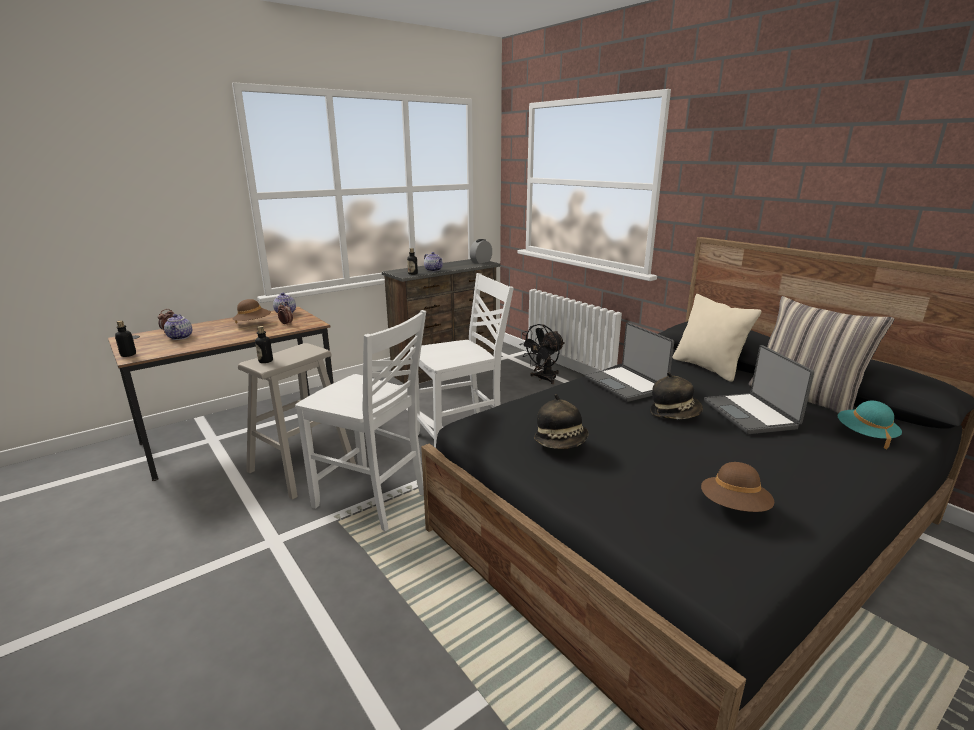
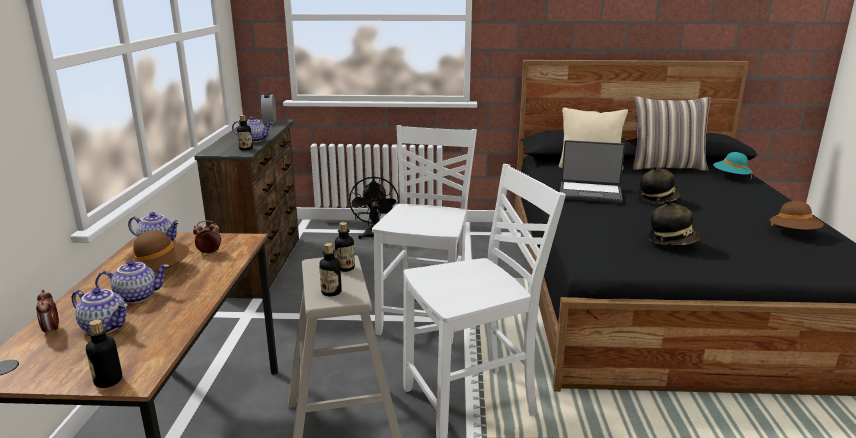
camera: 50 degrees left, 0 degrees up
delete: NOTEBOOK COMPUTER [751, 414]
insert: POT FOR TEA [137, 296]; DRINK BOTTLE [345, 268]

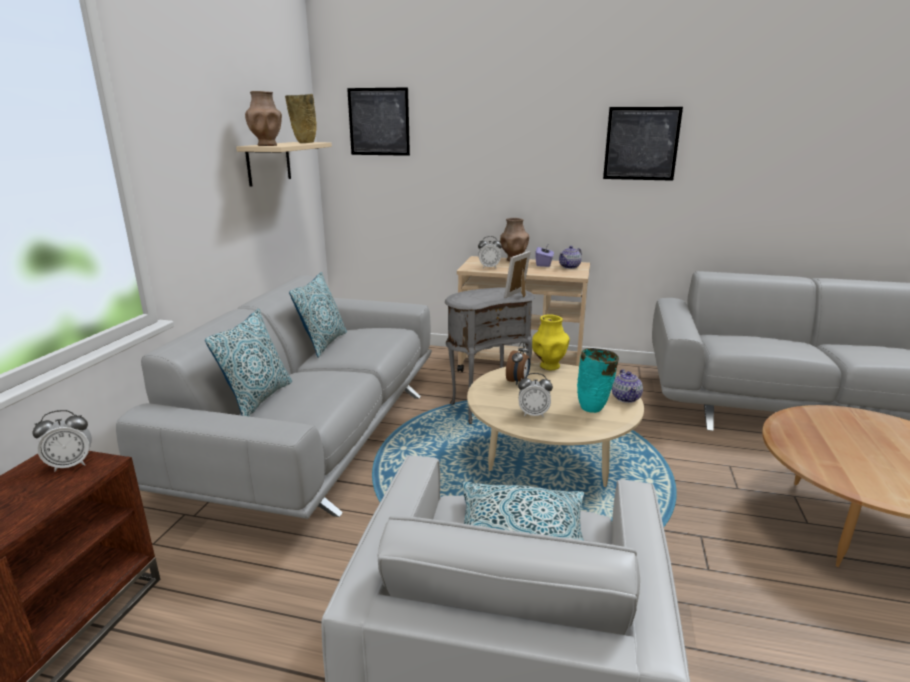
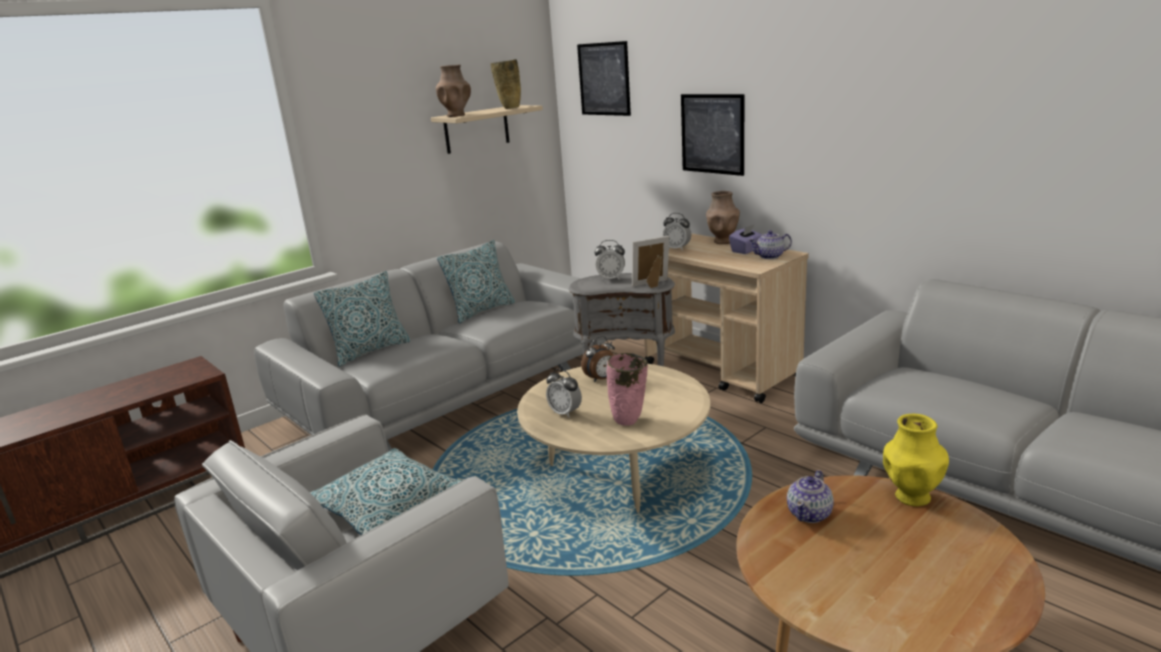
camera: 35 degrees right, 0 degrees up
move: TABLE CLOCK [71, 464] to [611, 278]; YELLOW-COLOURED FLOWER VASE [549, 366] to [911, 497]; WALL PICTURE [641, 144] to [712, 134]; POT FOR TEA [626, 398] to [810, 514]
recolor: TURQUOISE FLOWER VASE [594, 409] to PINKISH FLOWER VASE [629, 422]

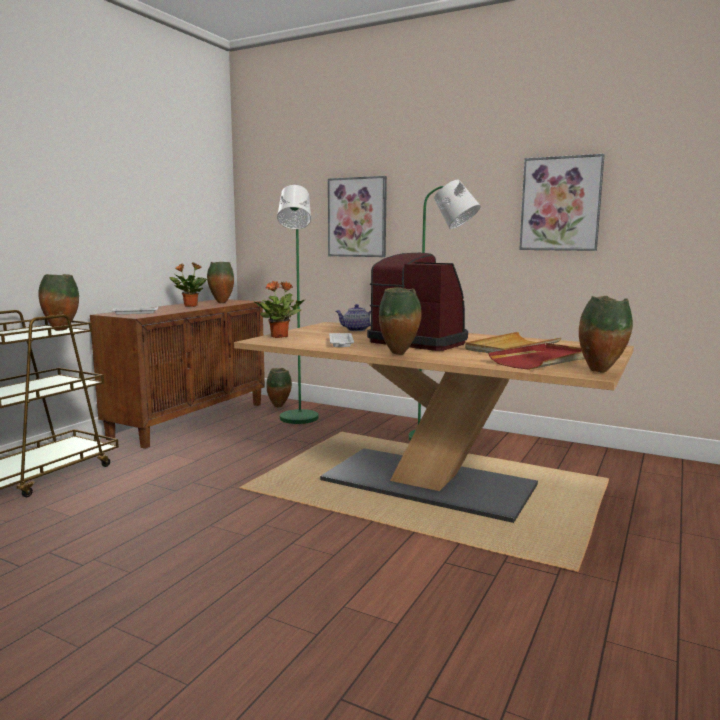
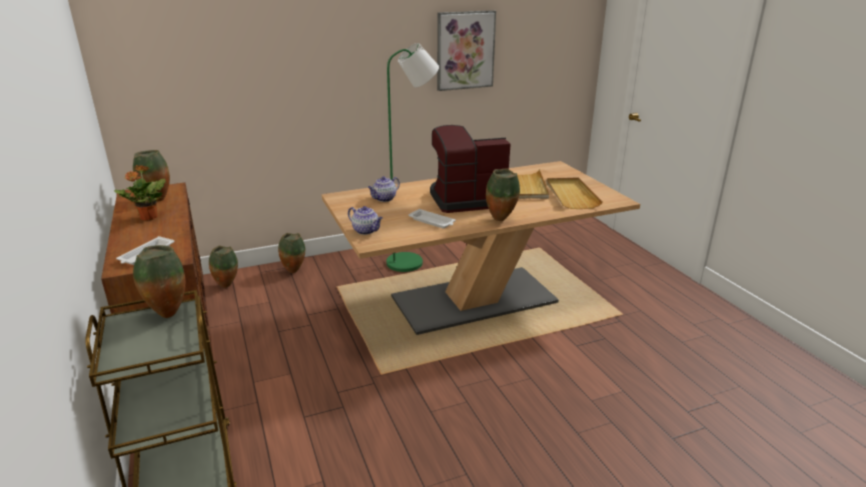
camera: 50 degrees left, 15 degrees up
delete: GREENISH STANDARD LAMP [298, 420]; WALL PICTURE [357, 217]
move: FLOWER VASE [601, 372] to [294, 271]
replace: HOUSEPLANT [280, 336] to POT FOR TEA [366, 231]
recolor: RED-COLOURED SERVING TRAY [542, 360] to BEIGE-COLOURED SERVING TRAY [571, 195]

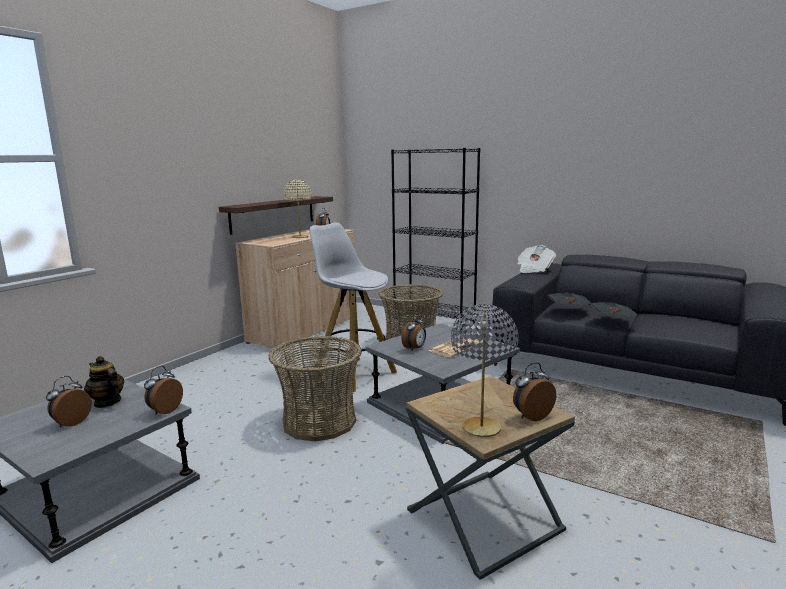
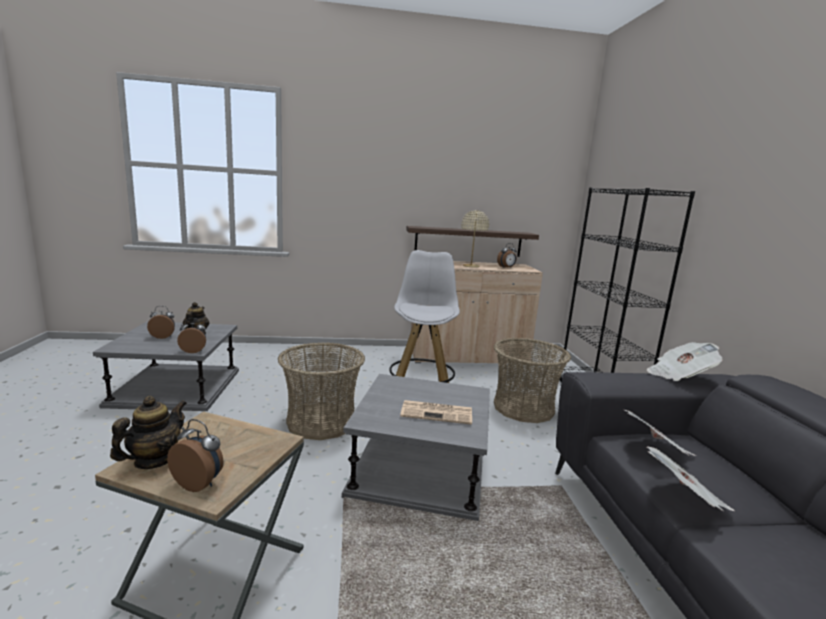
camera: 50 degrees right, 0 degrees up
delete: TABLE CLOCK [415, 348]
replace: GREYISH TABLETOP LAMP [481, 429] to POT FOR TEA [153, 460]

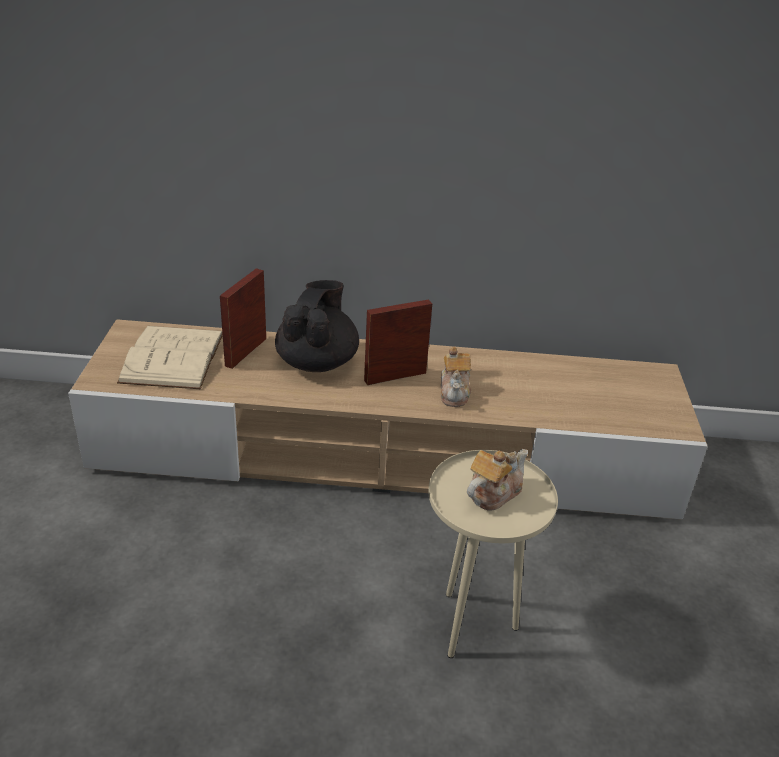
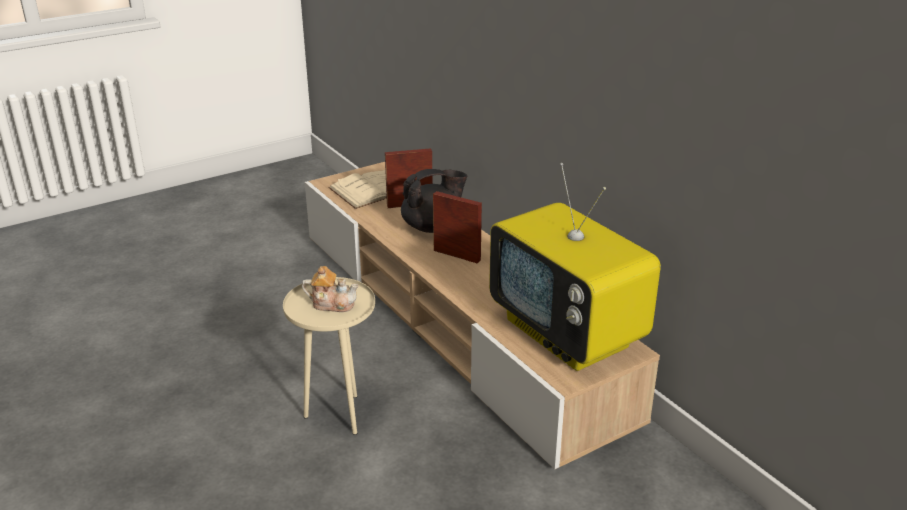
camera: 55 degrees right, 5 degrees down
delete: POT FOR TEA [454, 392]
insert: TV SET [568, 334]

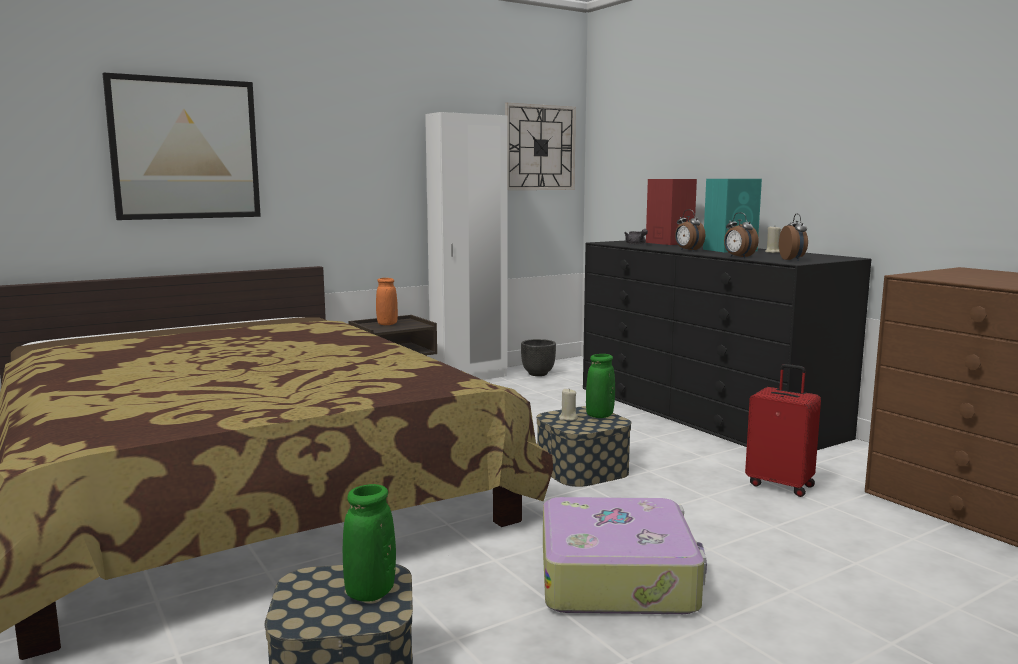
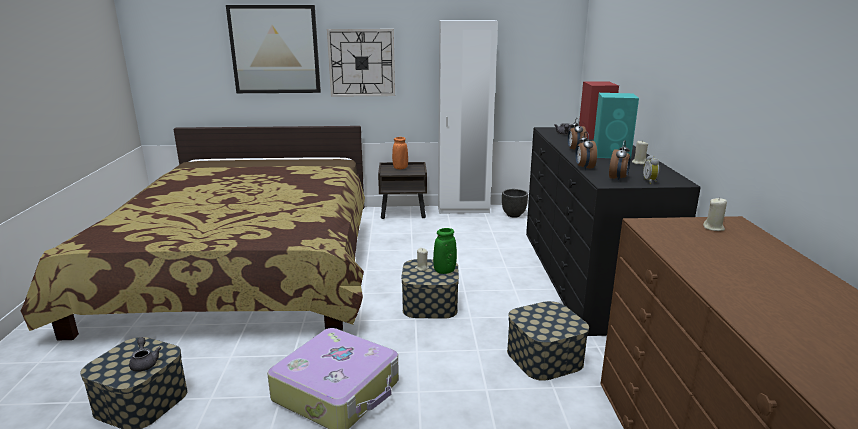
camera: 30 degrees right, 10 degrees up
insert: TABLE CLOCK [650, 181]; BEIGE-COLOURED CANDLE [713, 228]
move: CLOCK ON THE WALL [539, 147] to [361, 63]
replace: GREENISH FLOWER VASE [370, 593] to GREYISH POT FOR TEA [144, 363]; RED-COLOURED PIECE OF LUGGAGE [780, 485] to STORAGE CONTAINER [544, 357]

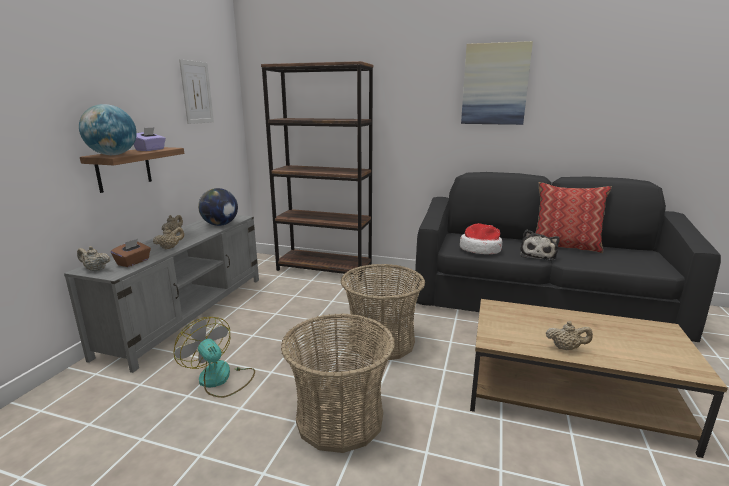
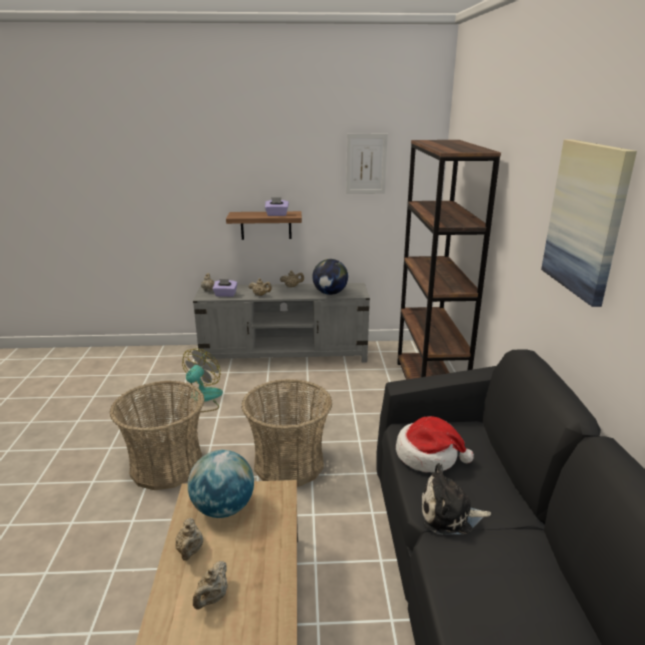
camera: 70 degrees right, 5 degrees up
delete: THROW PILLOW [565, 246]
insert: BEIGE-COLOURED POT FOR TEA [212, 598]
move: WORLD GLOBE [113, 155] to [223, 508]
recolor: BROWNISH TISSUE BOX [133, 262] to PURPLISH TISSUE BOX [225, 295]

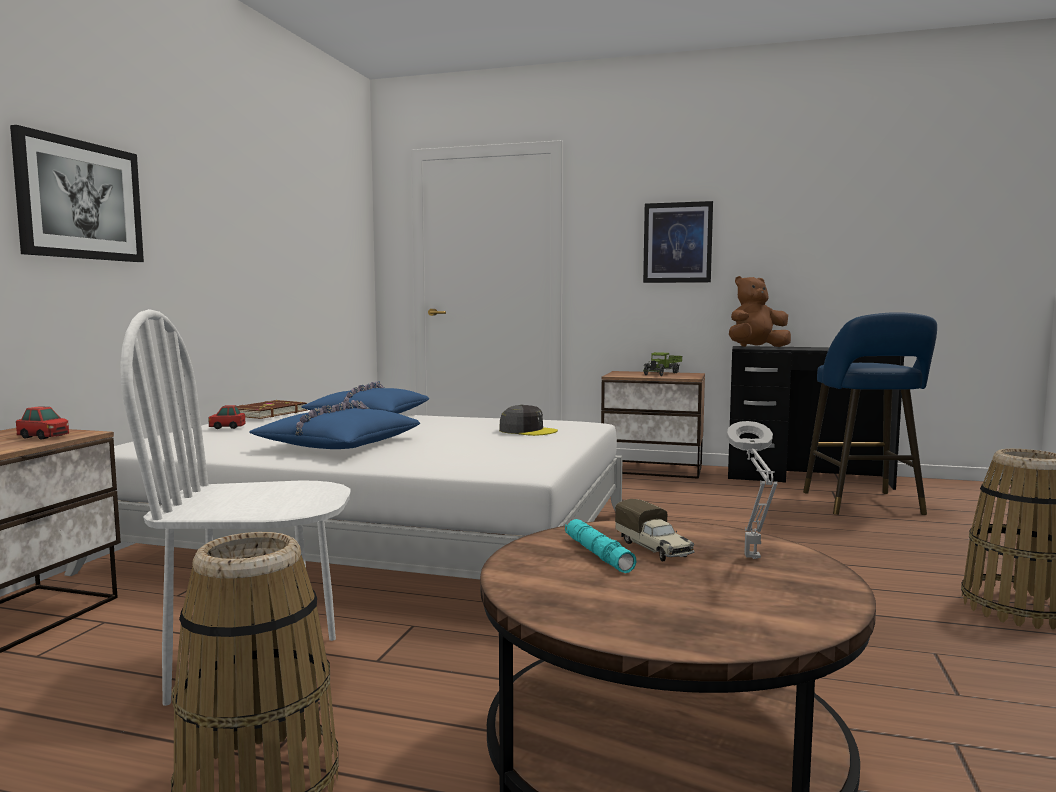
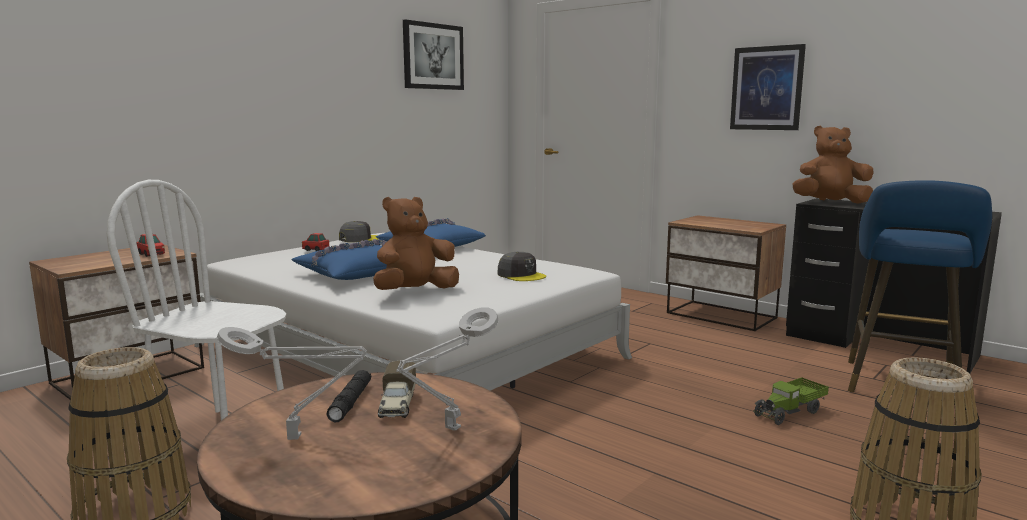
camera: 25 degrees right, 5 degrees up
insert: GREYISH TABLETOP LAMP [299, 438]; BROWNISH CUDDLY TOY [415, 292]
move: WALL PICTURE [80, 200] to [433, 56]; TOY LORRY [662, 373] to [790, 412]
replace: BROWNISH VOLUME [267, 413] to GREYISH PEAKED CAP [359, 239]
recolor: TURQUOISE HAND TORCH [598, 554] to BLACKISH HAND TORCH [350, 402]

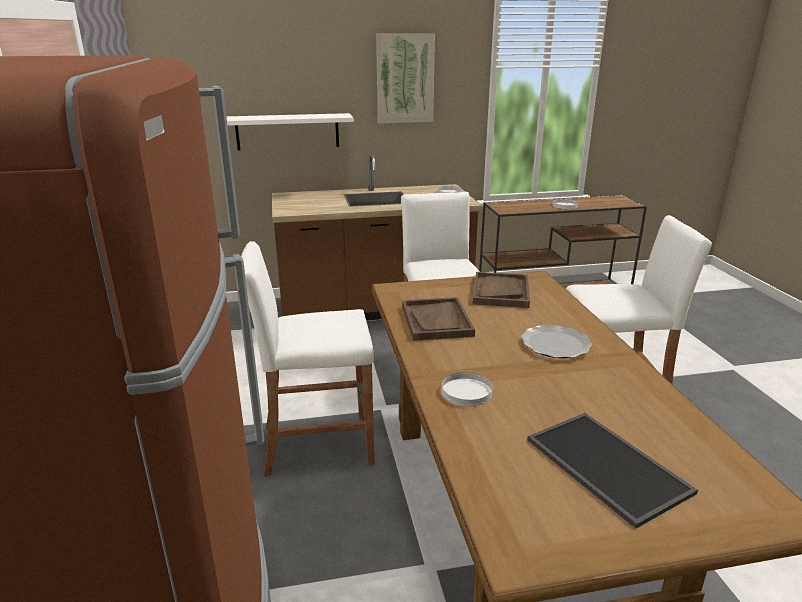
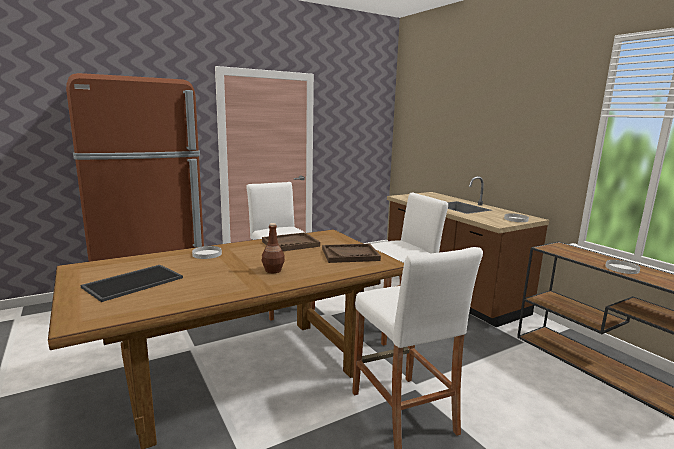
camera: 70 degrees right, 10 degrees down
delete: WHITE SHELF [287, 131]; WALL PICTURE [405, 79]
replace: DINNER PLATE [556, 344] to BROWNISH DRINK BOTTLE [273, 270]

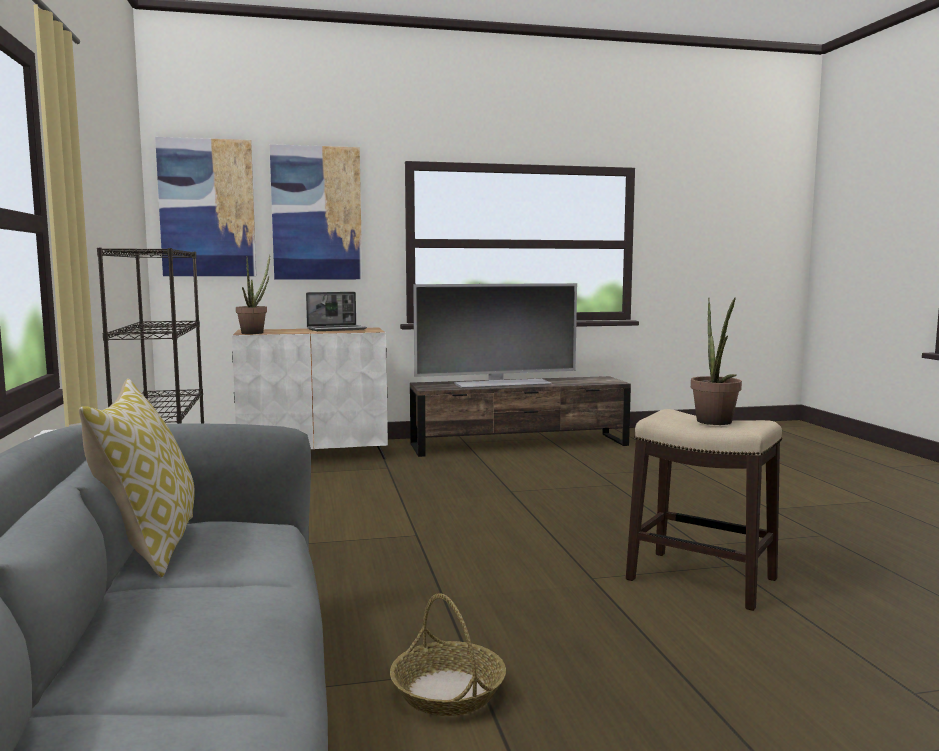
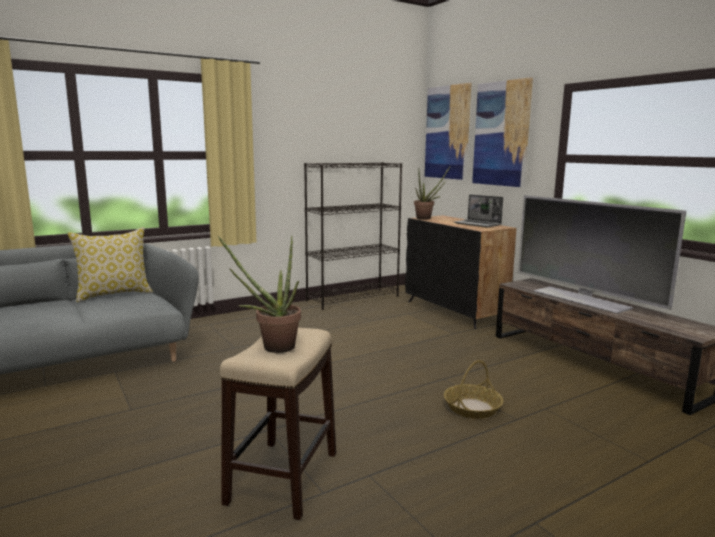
camera: 70 degrees right, 5 degrees up
move: STORAGE BASKET [447, 691] to [472, 408]
recolor: WHITE CUPBOARD [314, 455] to BLACKISH CUPBOARD [455, 311]

